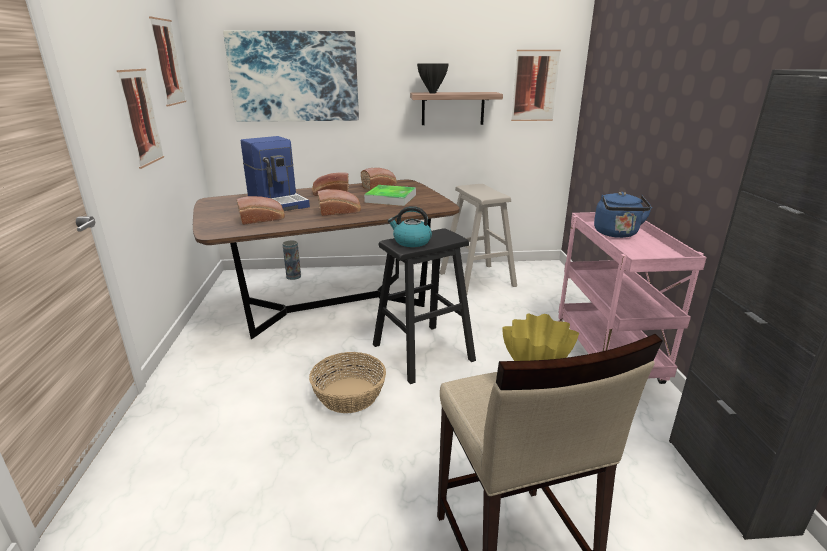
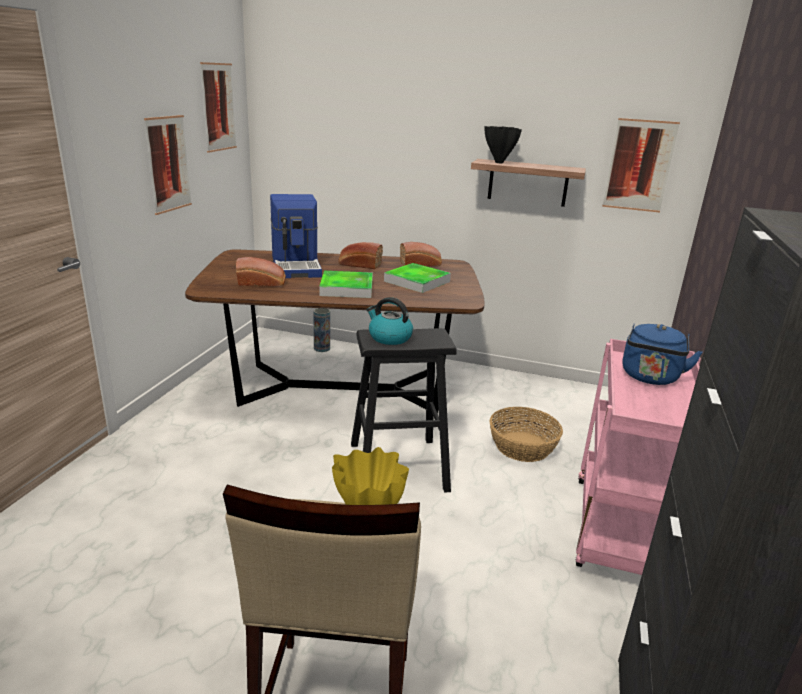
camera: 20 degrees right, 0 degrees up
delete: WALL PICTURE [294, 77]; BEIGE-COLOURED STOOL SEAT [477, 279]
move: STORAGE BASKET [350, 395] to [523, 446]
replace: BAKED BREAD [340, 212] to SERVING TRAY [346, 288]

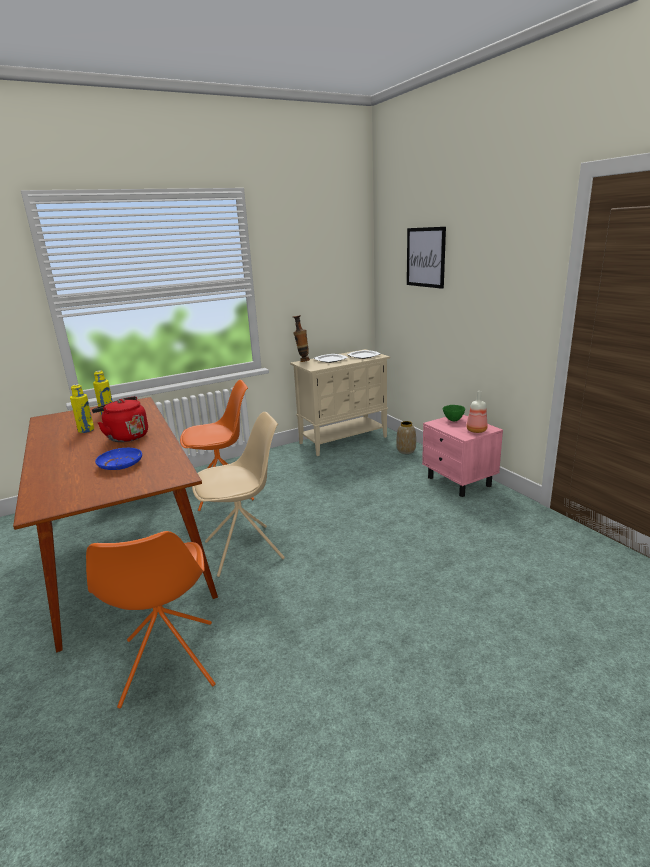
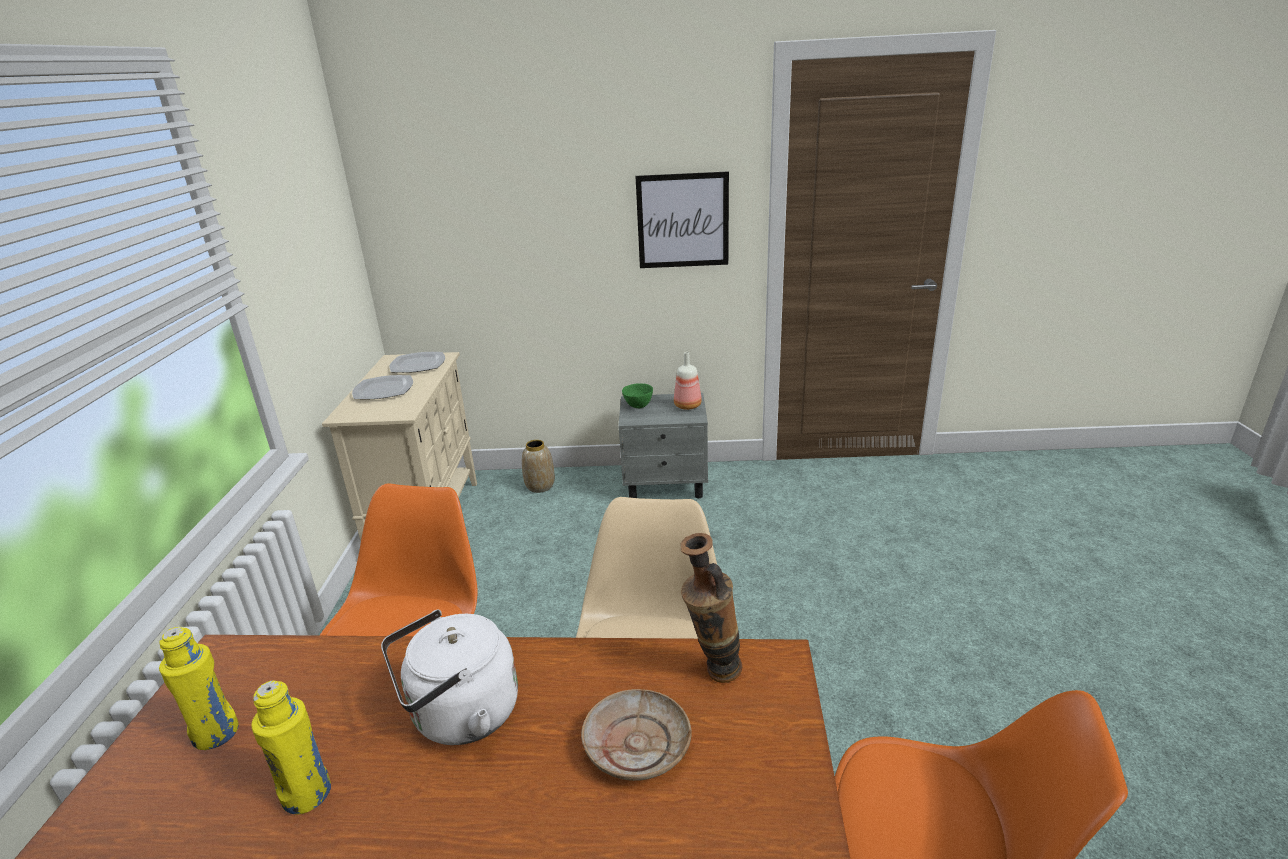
camera: 60 degrees left, 5 degrees up
move: FLOWER VASE [302, 361] to [712, 674]; WALL PICTURE [425, 257] to [683, 220]
recolor: RED-COLOURED TEA KETTLE [125, 437] to WHITE TEA KETTLE [460, 716]; BLUE-COLOURED DINNER PLATE [120, 464] to BEIGE-COLOURED DINNER PLATE [636, 744]; PINKISH NIGHTSTAND [459, 482] to GREYISH NIGHTSTAND [666, 484]

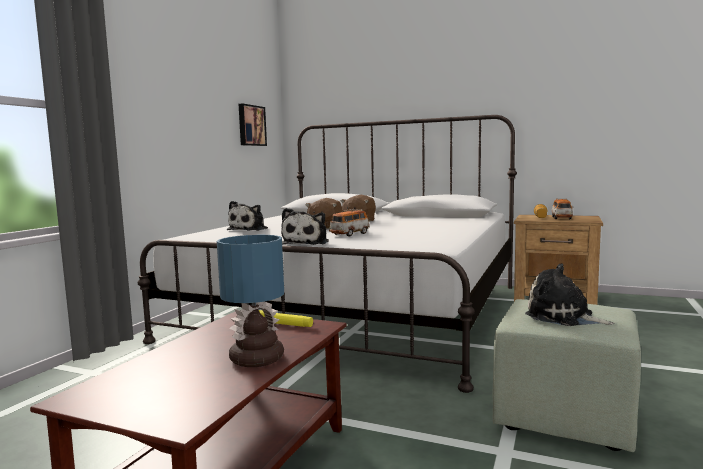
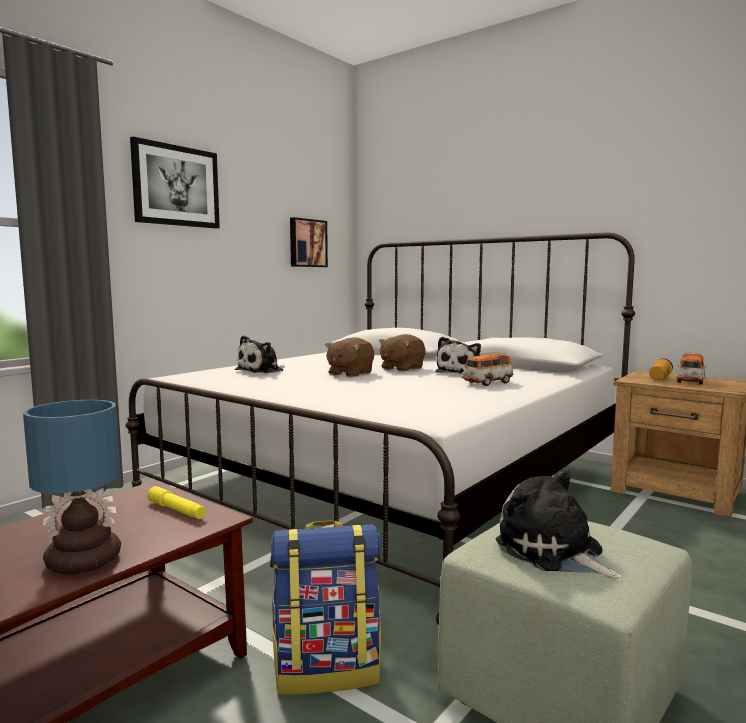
camera: 15 degrees right, 0 degrees up
insert: WALL PICTURE [176, 186]; RUCKSACK [327, 669]
move: CUDDLY TOY [307, 243] to [461, 372]; MINIATURE CAR [349, 234] to [487, 383]

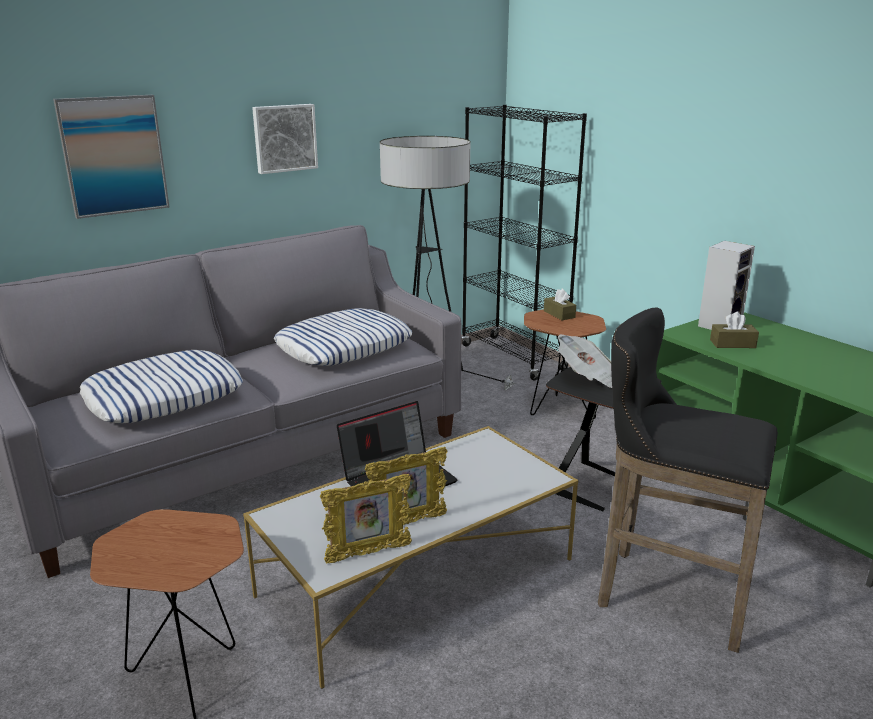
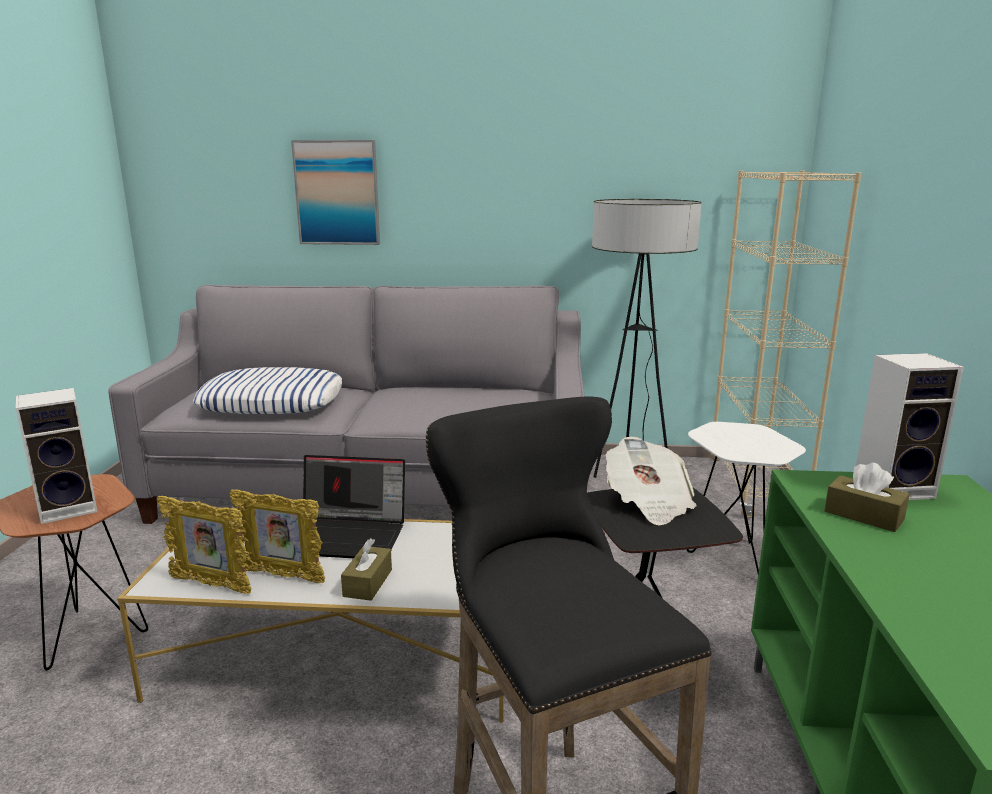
camera: 40 degrees right, 5 degrees down
delete: WALL PICTURE [284, 138]; THROW PILLOW [344, 346]
insert: SPEAKER [71, 508]
move: BROWNISH TISSUE BOX [559, 314] to [368, 583]
recolor: BLACKISH BOOKCASE [513, 358] to BEIGE-COLOURED BOOKCASE [755, 487]; BROWNISH SIDE TABLE [558, 409] to WHITE SIDE TABLE [731, 557]

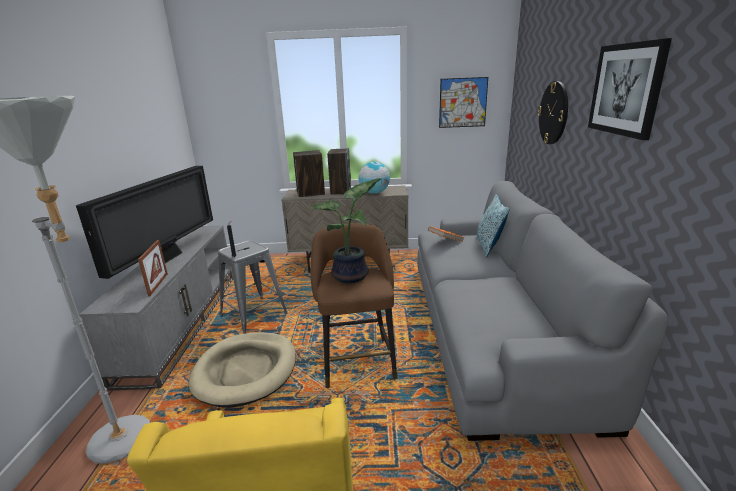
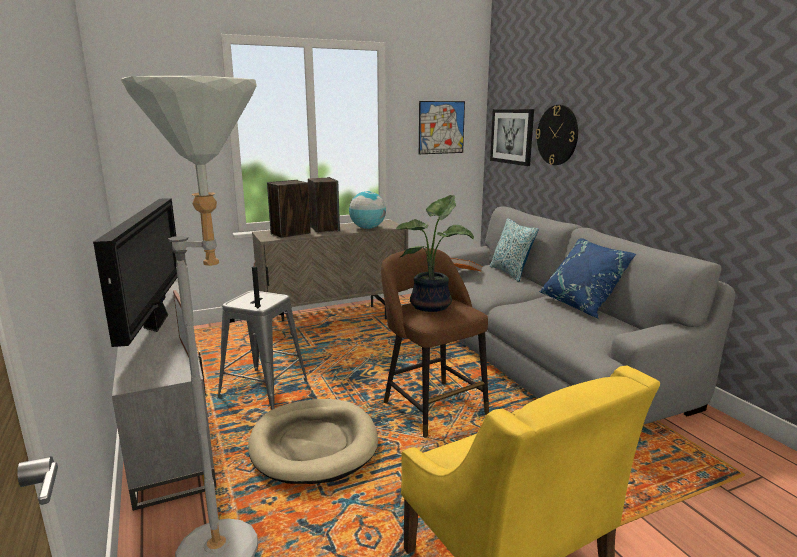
camera: 25 degrees left, 5 degrees down
insert: BLUE-COLOURED THROW PILLOW [582, 305]
move: WALL PICTURE [626, 89] to [512, 136]

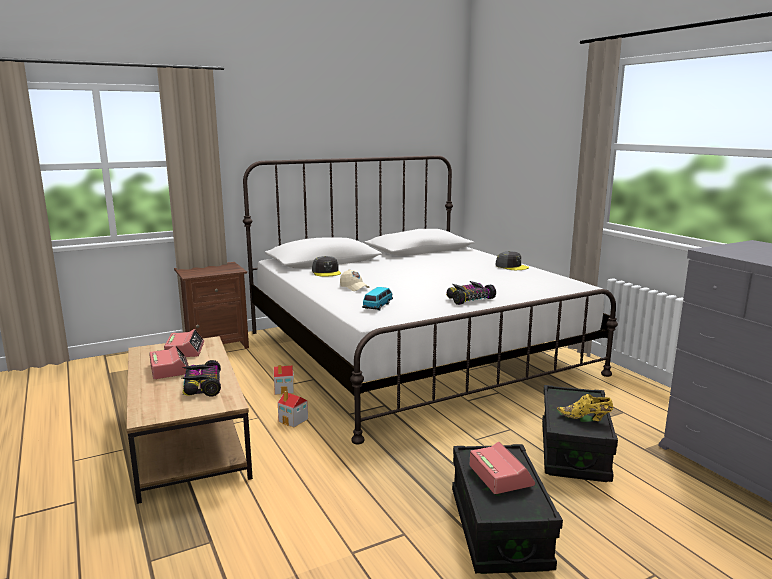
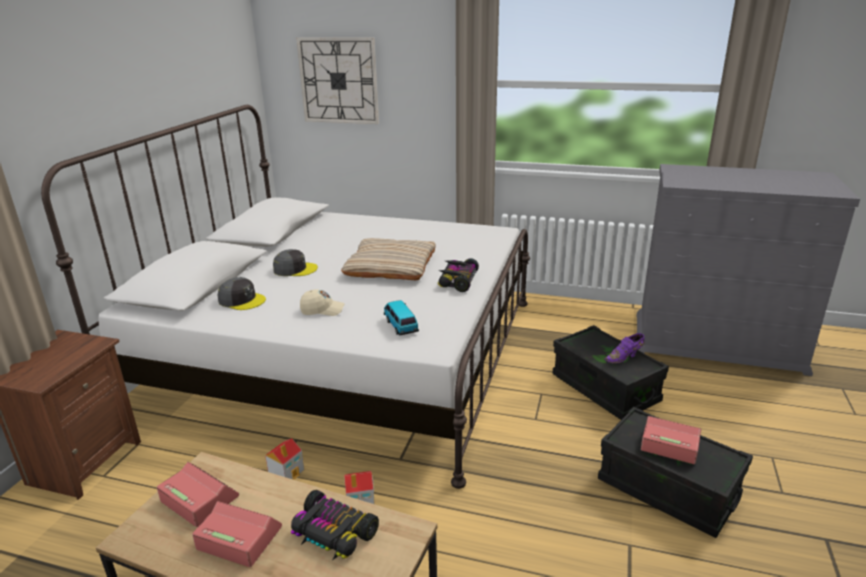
camera: 45 degrees left, 10 degrees up
insert: CLOCK ON THE WALL [339, 80]; BEIGE-COLOURED THROW PILLOW [390, 266]
move: GREYISH PEAKED CAP [511, 266] to [295, 269]
recolor: YELLOW-COLOURED LOW SHOE [585, 418] to PURPLISH LOW SHOE [624, 357]

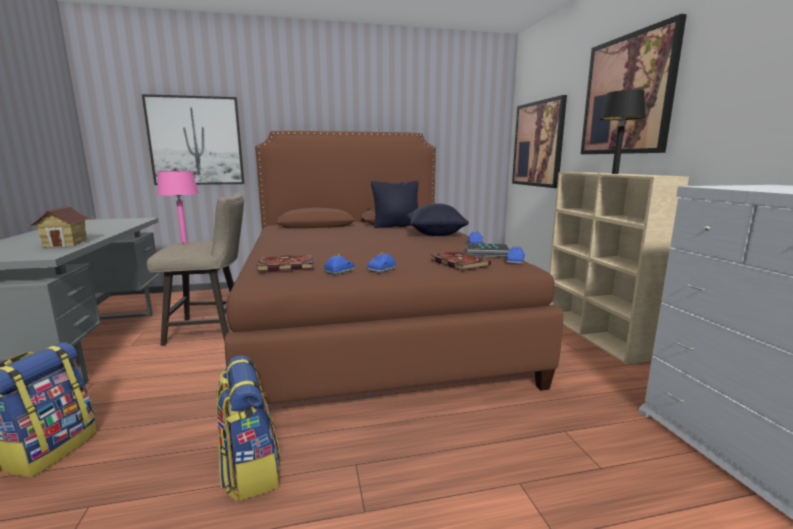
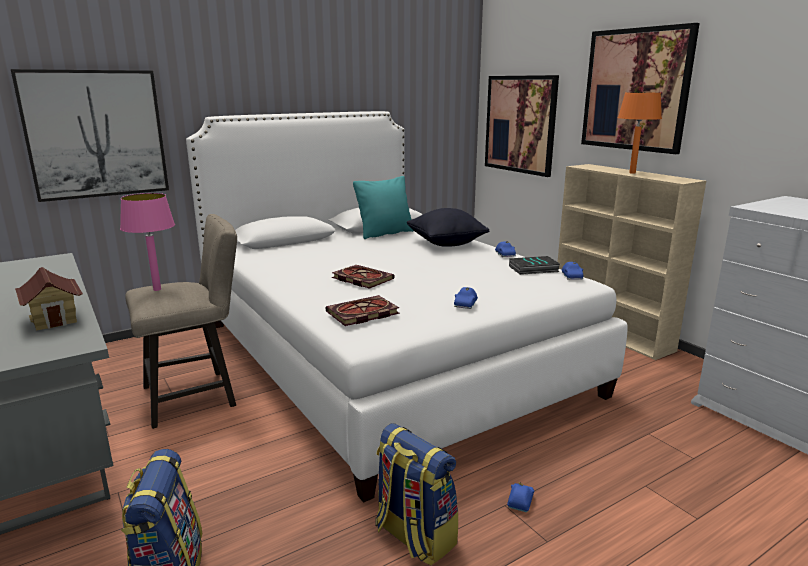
camera: 20 degrees left, 5 degrees up
move: BLUE-COLOURED MINIATURE CAR [339, 271] to [520, 502]; VOLUME [457, 263] to [360, 279]
recolor: BROWNISH BED [370, 324] to WHITE BED [385, 356]; BLACKISH THROW PILLOW [397, 226] to TURQUOISE THROW PILLOW [385, 233]; BLACKISH TABLETOP LAMP [615, 173] to ORANGEY TABLETOP LAMP [632, 173]

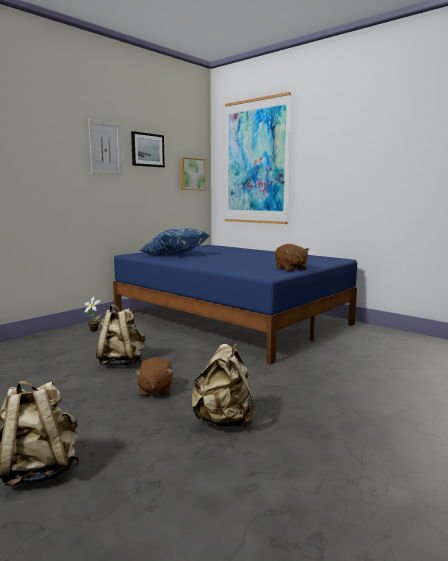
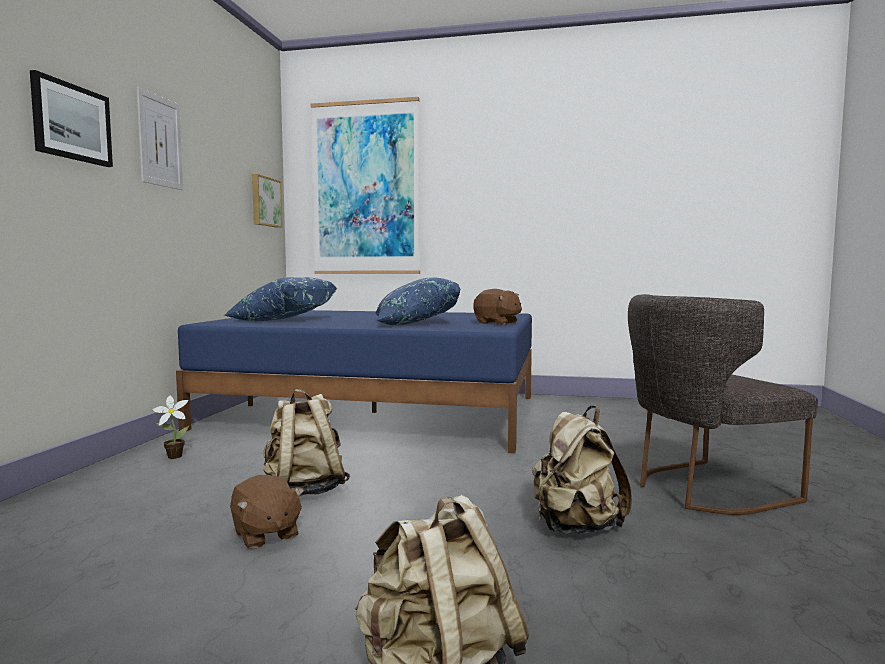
camera: 30 degrees left, 5 degrees down
insert: BLUE-COLOURED THROW PILLOW [414, 323]; GREYISH UPRIGHT CHAIR [703, 489]
move: WALL PICTURE [147, 150] to [71, 122]; BROWNISH CUDDLY TOY [155, 391] to [265, 534]

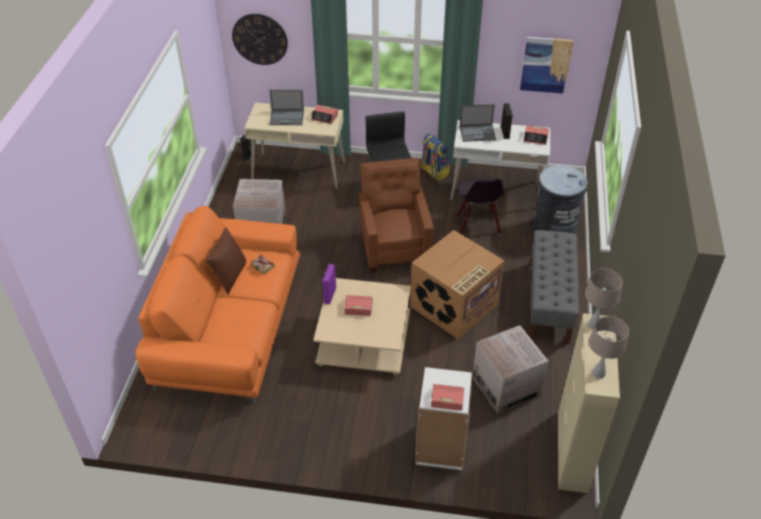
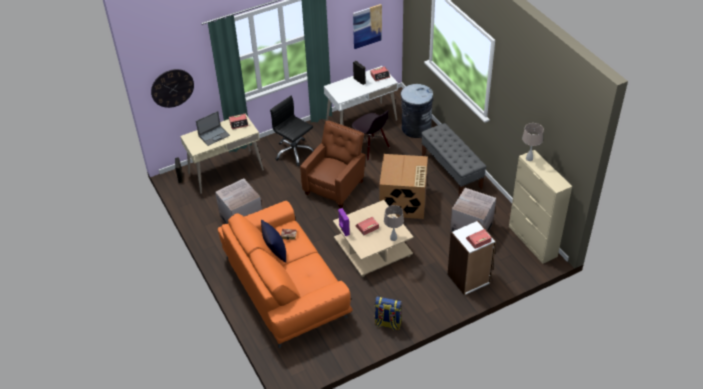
camera: 35 degrees left, 0 degrees up
delete: NOTEBOOK COMPUTER [478, 133]
move: RUCKSACK [434, 172] to [387, 323]; BEIGE-COLOURED TABLETOP LAMP [598, 373] to [393, 238]
recolor: BROWNISH THROW PILLOW [229, 277] to BLUE-COLOURED THROW PILLOW [275, 252]
rotate: BROWNISH LOUNGE CHAIR [394, 246] = [335, 186] 75 degrees clockwise

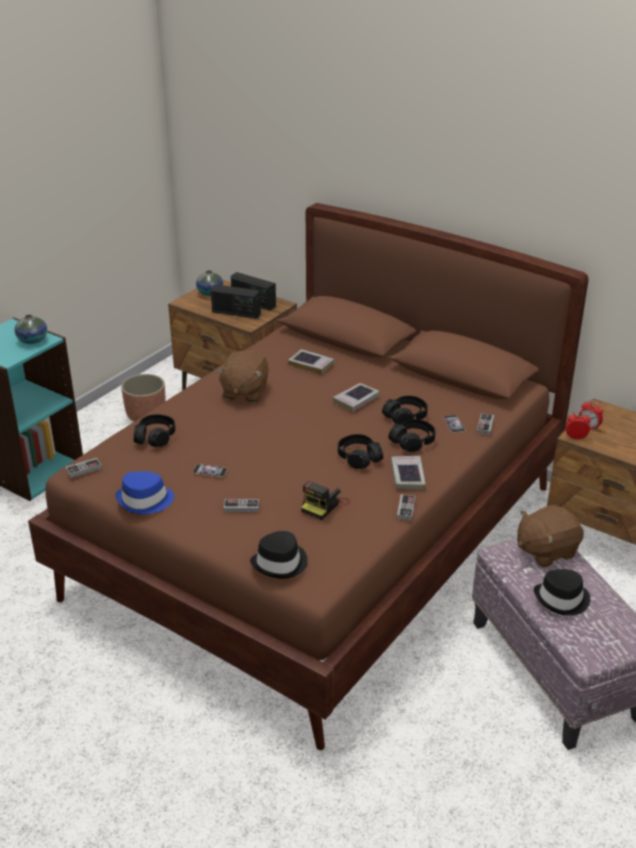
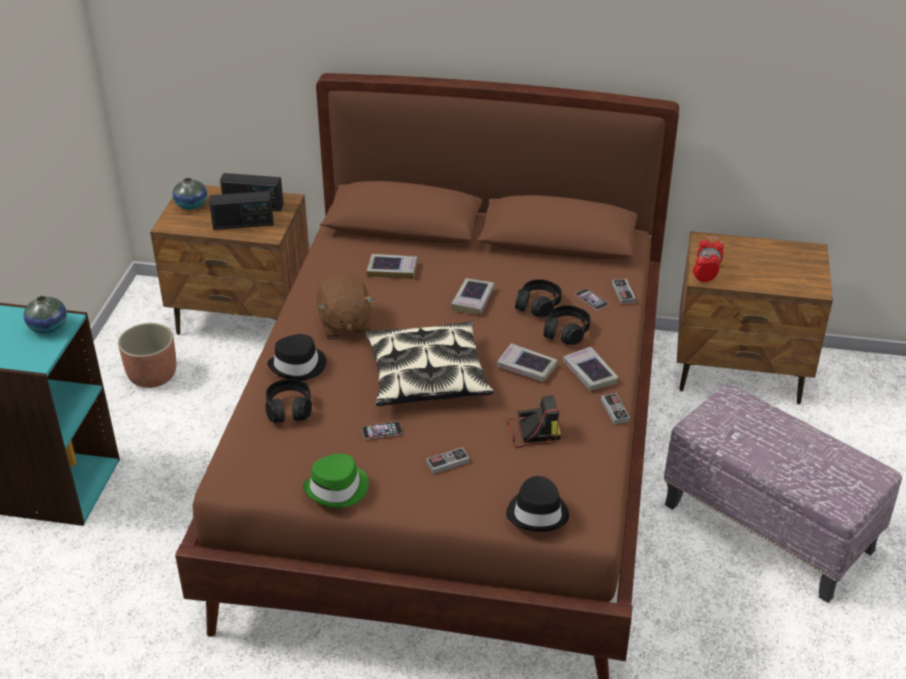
camera: 25 degrees left, 5 degrees up
delete: GAMEPAD [83, 469]; BROWNISH CUDDLY TOY [546, 551]
insert: THROW PILLOW [427, 376]
move: BLACKISH WEARABLE HAT [562, 599] to [298, 366]
replace: BLACKISH HEADSET [359, 458] to VOLUME [526, 367]
recolor: BLUE-COLOURED WEARABLE HAT [145, 501] to GREENISH WEARABLE HAT [337, 489]
rotate: PHOTO CAMERA [324, 505] = [532, 433] 105 degrees counterclockwise

